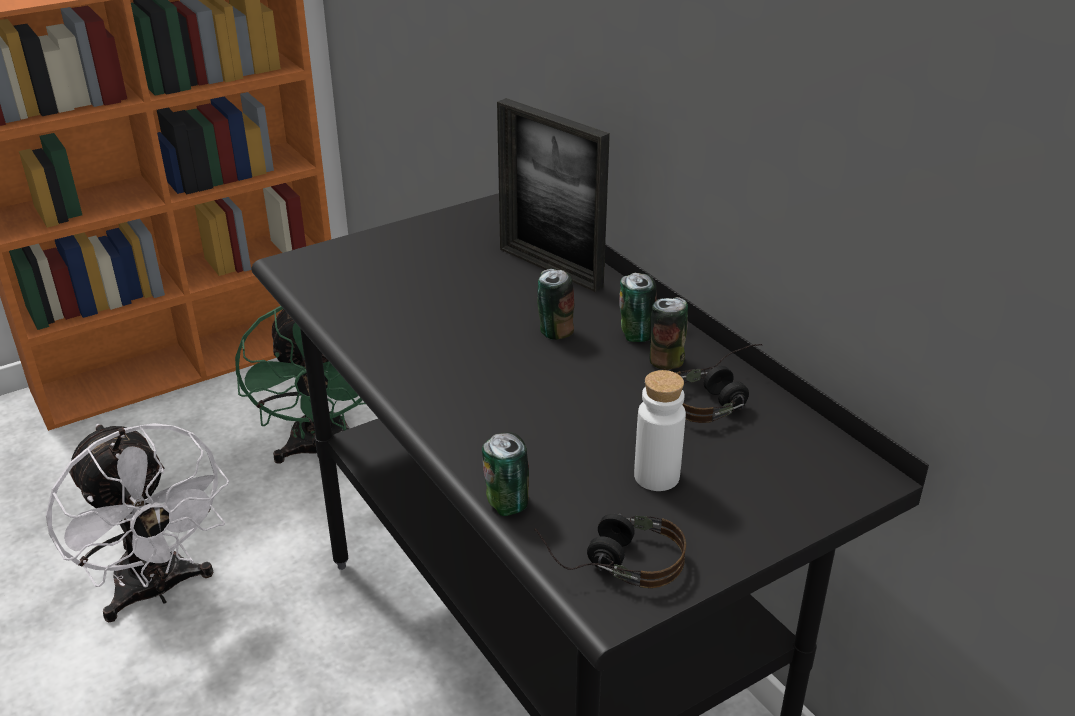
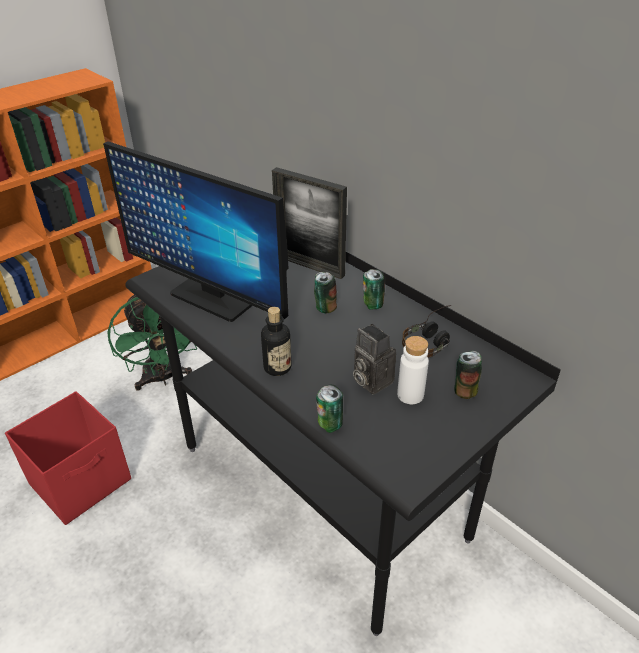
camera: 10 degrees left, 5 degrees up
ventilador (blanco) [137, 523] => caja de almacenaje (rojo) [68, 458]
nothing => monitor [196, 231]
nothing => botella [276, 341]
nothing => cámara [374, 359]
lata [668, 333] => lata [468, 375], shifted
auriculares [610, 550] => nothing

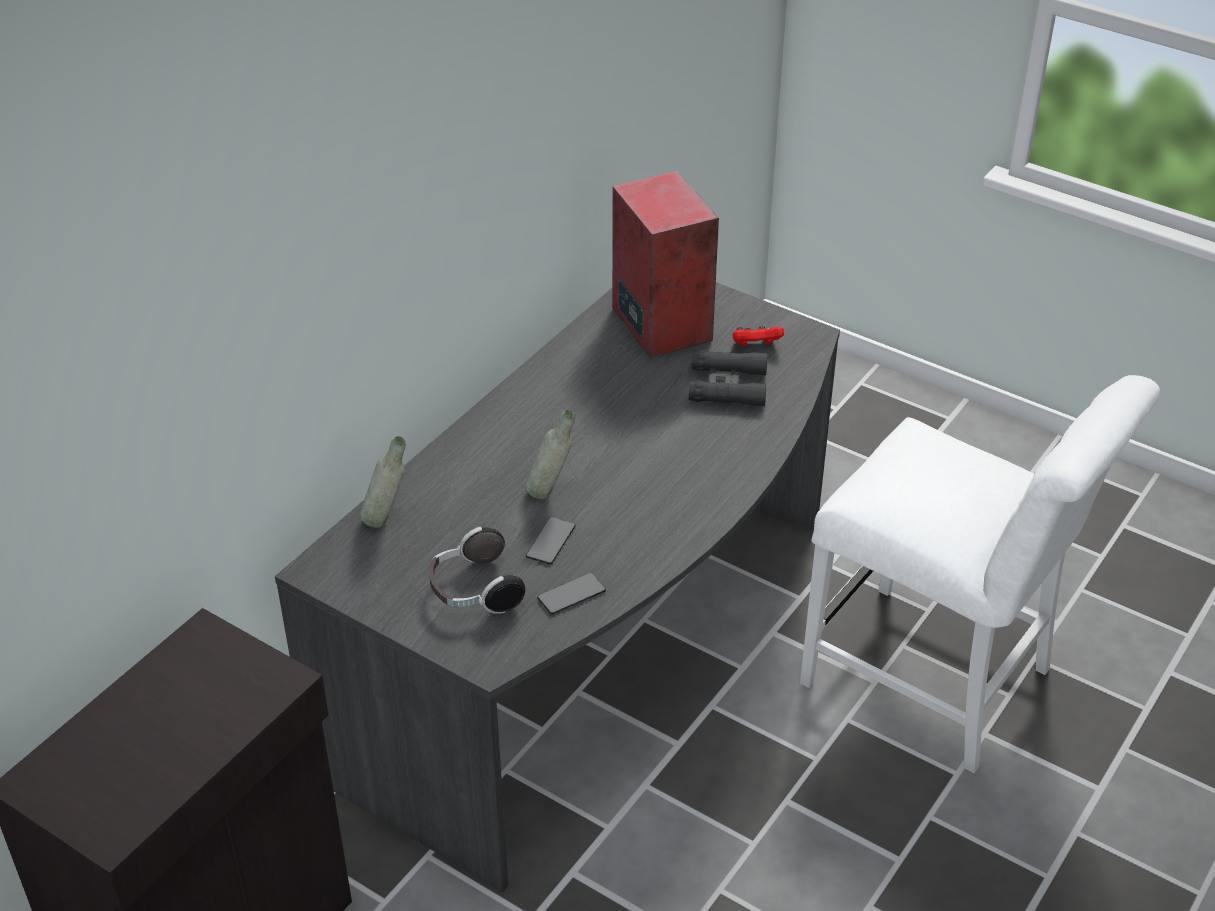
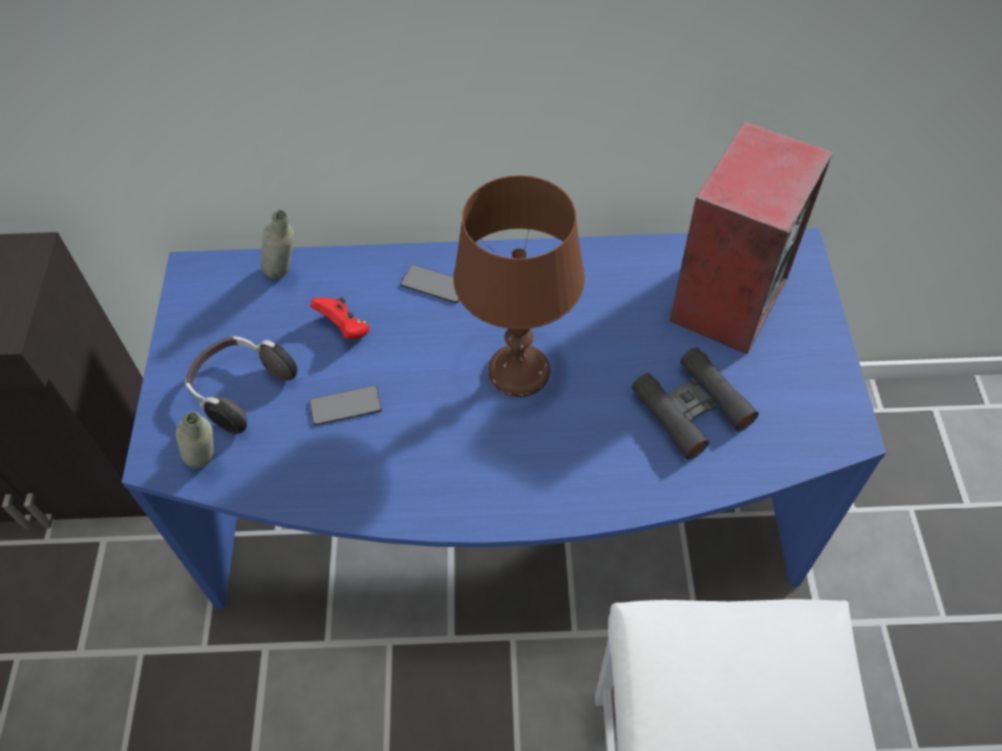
camera: 55 degrees right, 15 degrees up
escritorio (gris) [557, 587] => escritorio (azul) [504, 418]
botella (gris) [550, 454] => botella (gris) [195, 439], shifted
mando de consola (rojo) [758, 336] => mando de consola (rojo) [340, 318], shifted
móvil [571, 594] => móvil [429, 284], shifted
nothing => lámpara de mesa (marrón) [519, 286]

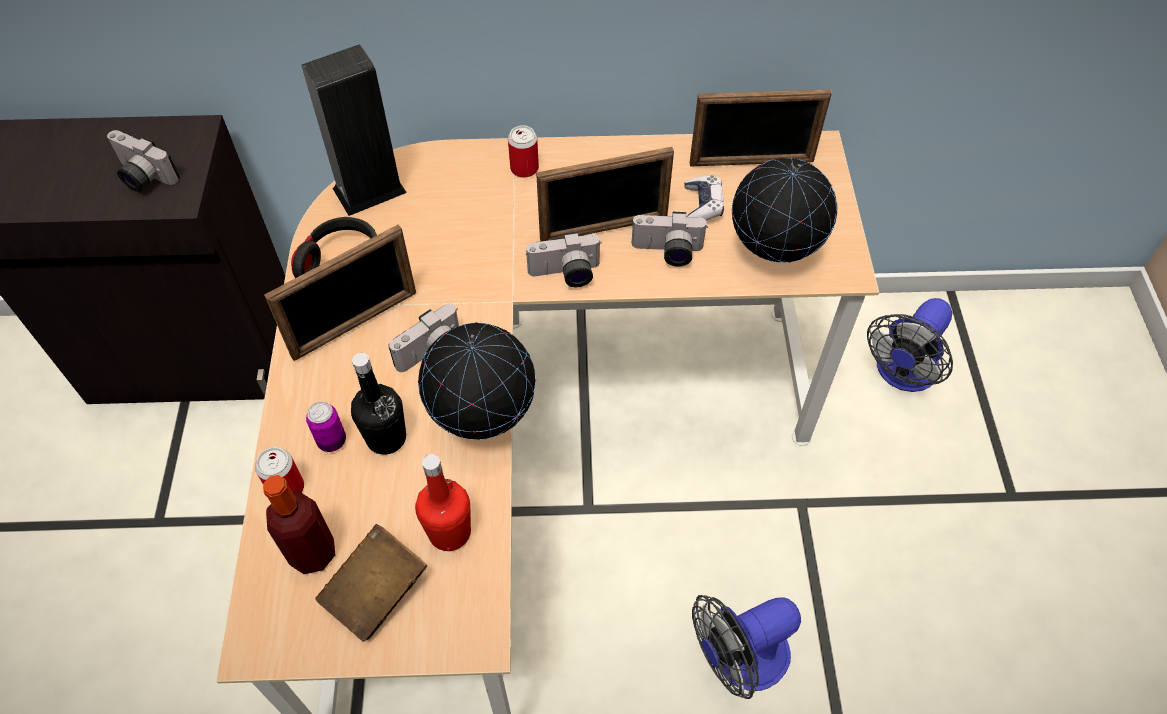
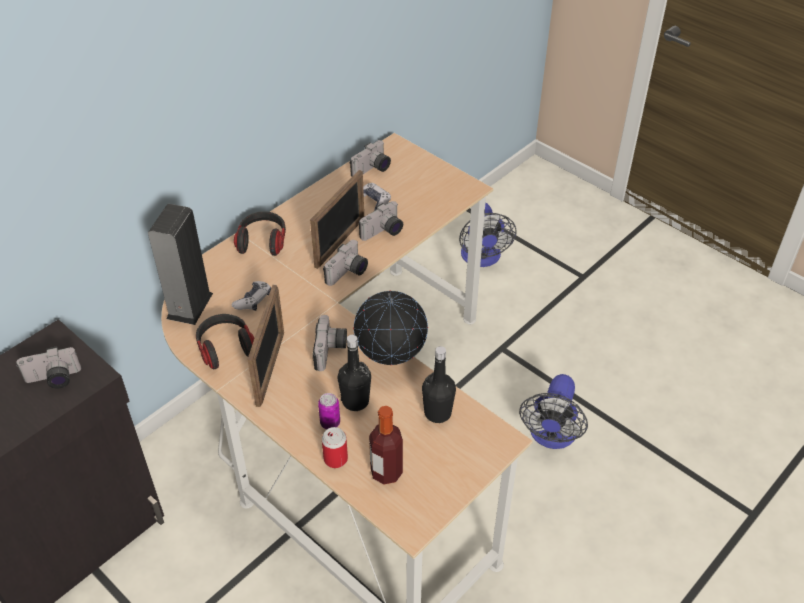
camera: 45 degrees left, 10 degrees down
nothing => mando de consola [251, 296]
lata [523, 151] => auriculares [260, 233]
portarretratos [761, 128] => cámara [370, 158]
botella (rojo) [443, 502] => botella (negro) [439, 384]
libro (marrón) [371, 583] => nothing
globo terráqueo [785, 210] => nothing

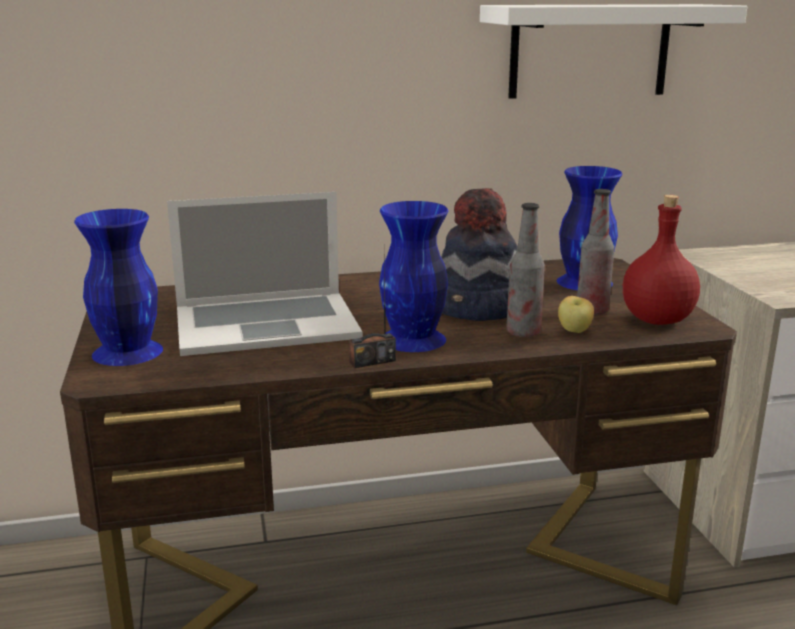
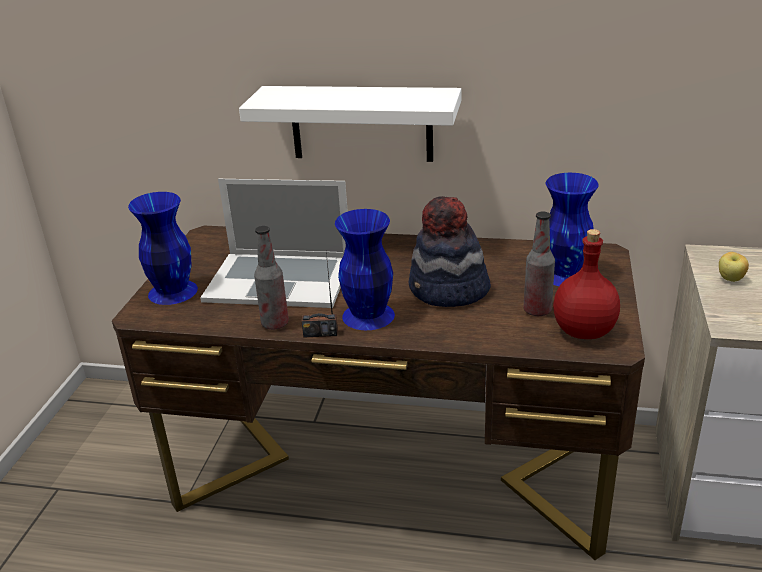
camera: 25 degrees right, 10 degrees up
estante (blanco) [613, 51] => estante (blanco) [350, 124], shifted
botella [525, 270] => botella [271, 278], shifted
manzana [576, 314] => manzana [734, 267], shifted

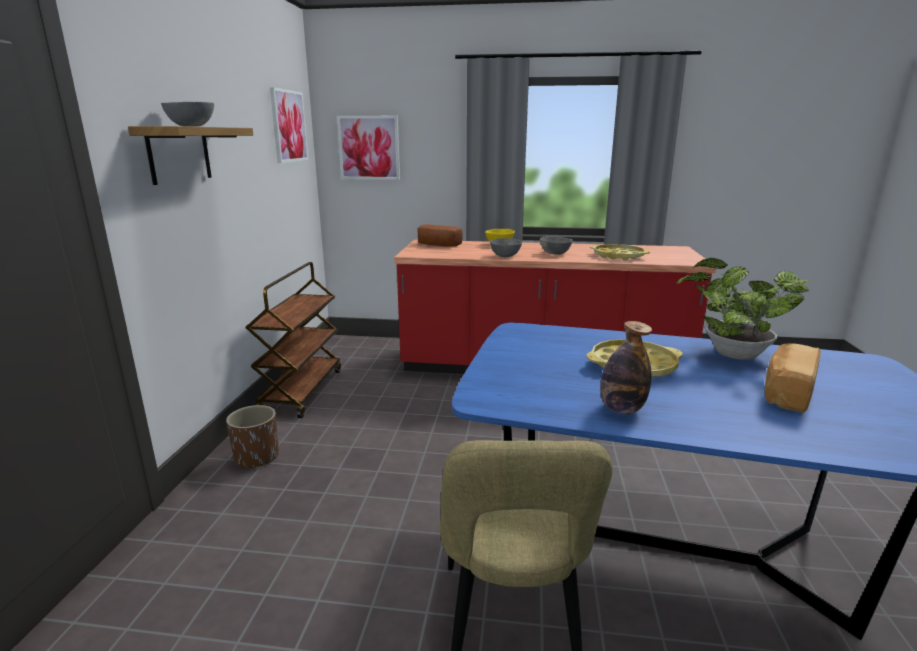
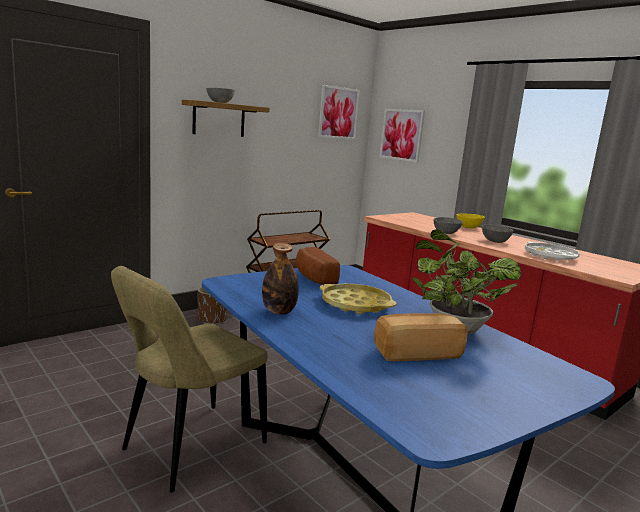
camera: 40 degrees right, 5 degrees down
pan [440, 236] => pan [318, 266], shifted
bandeja (amarillo) [620, 252] => bandeja (blanco) [552, 251]

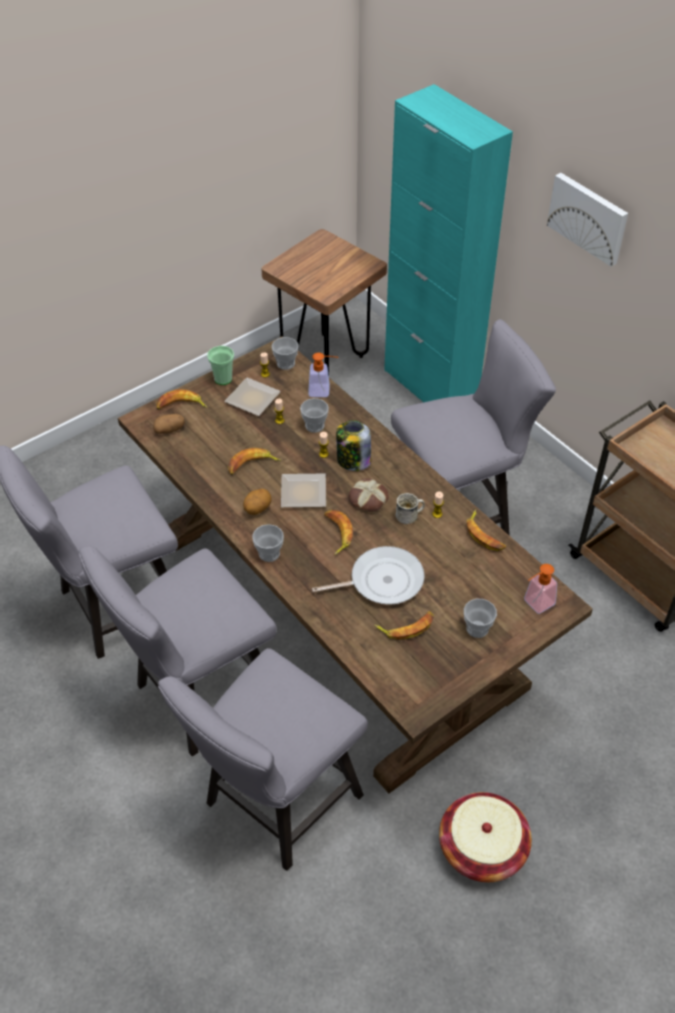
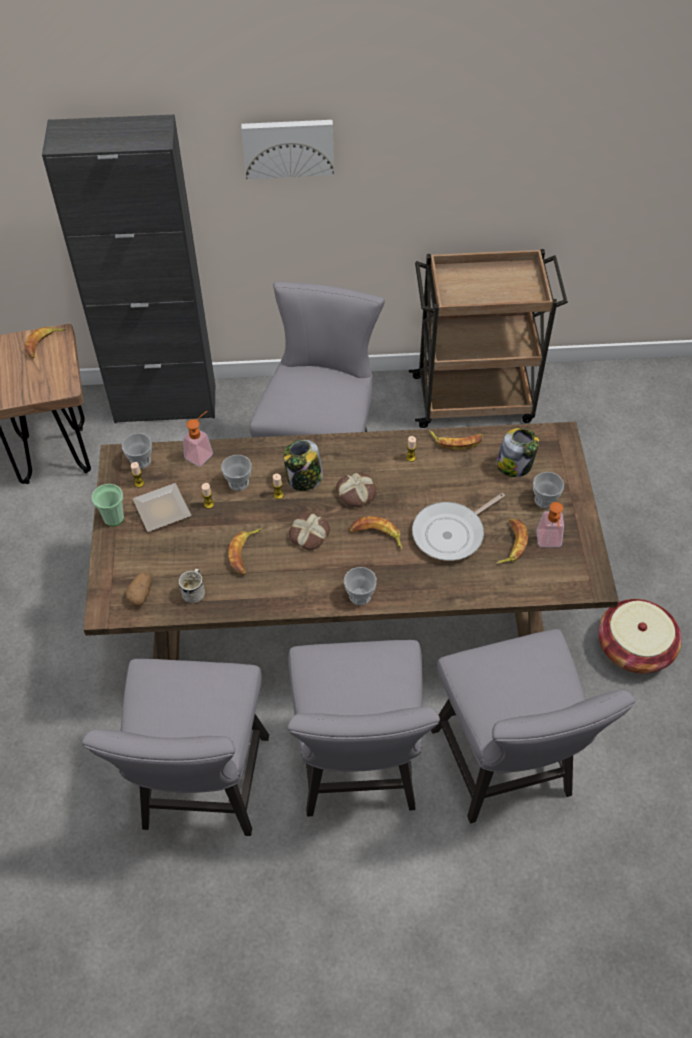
camera: 55 degrees left, 5 degrees up
plátano [181, 399] => plátano [45, 342], shifted
armario (turquesa) [448, 243] => armario (negro) [128, 268]
taza grande (blanco) [410, 508] => taza grande (blanco) [192, 586], shifted
plato [303, 491] => pan [309, 531]
sartén [368, 575] => sartén [458, 527], 150 degrees counterclockwise
nothing => tarro [517, 452]
dispensador de jabón [540, 589] => dispensador de jabón [550, 524], shifted
patata [257, 502] => nothing

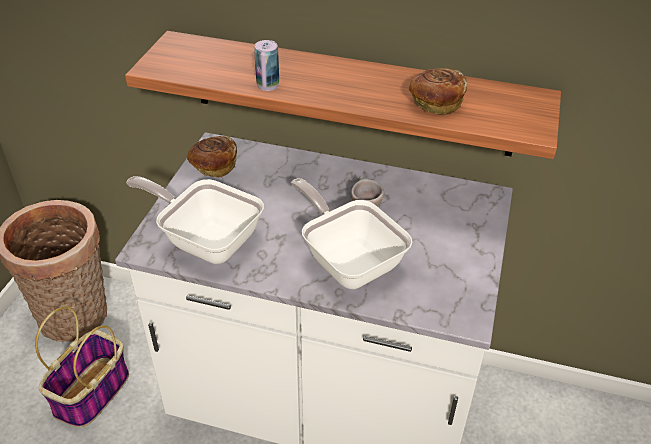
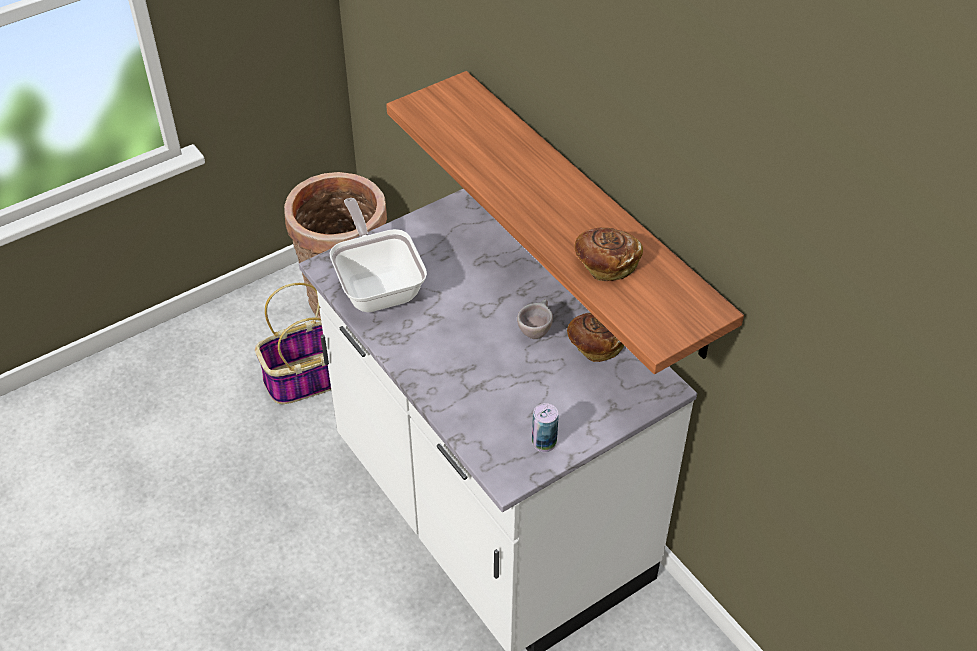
camera: 40 degrees right, 5 degrees up
lata [266, 65] => lata [545, 427], shifted
pan [212, 156] => pan [595, 337], shifted
sartén [351, 233] => nothing

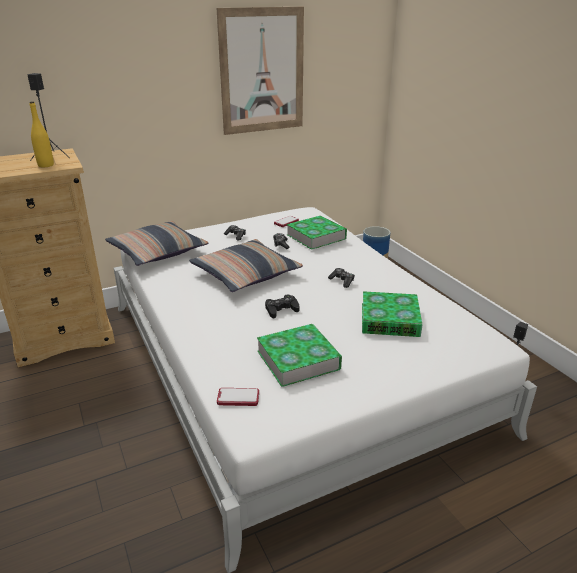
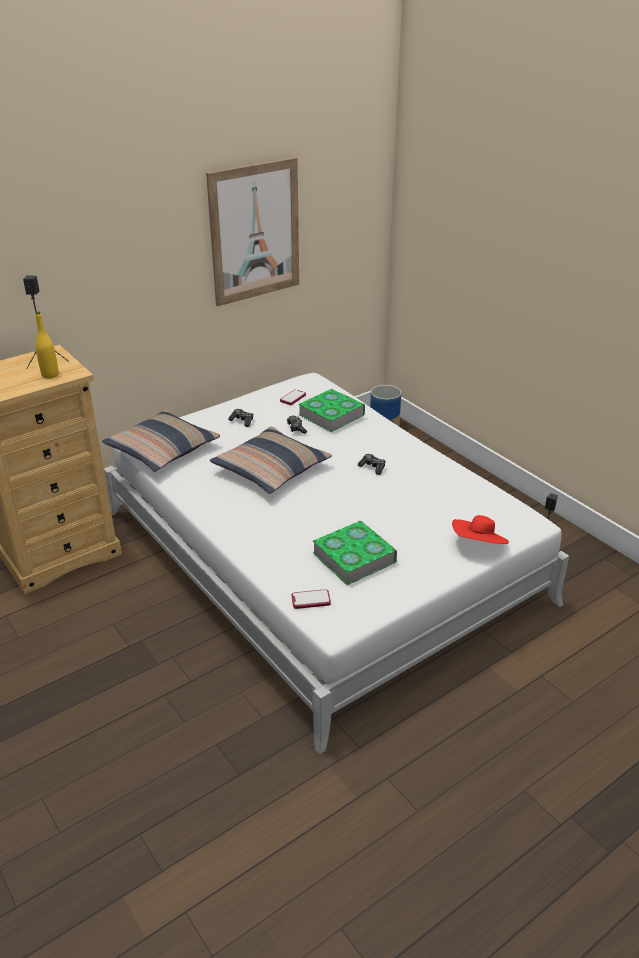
camera: 10 degrees left, 5 degrees up
nothing => sombrero (rojo) [480, 529]
mando de consola (negro) [282, 306] => nothing
libro [392, 314] => nothing

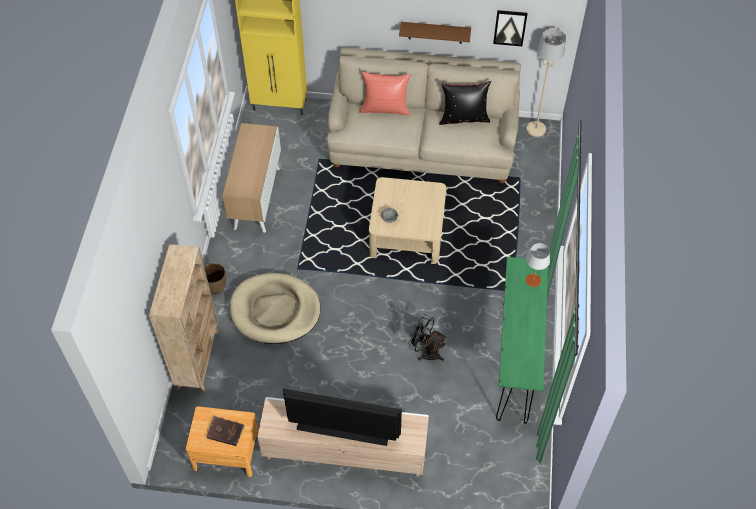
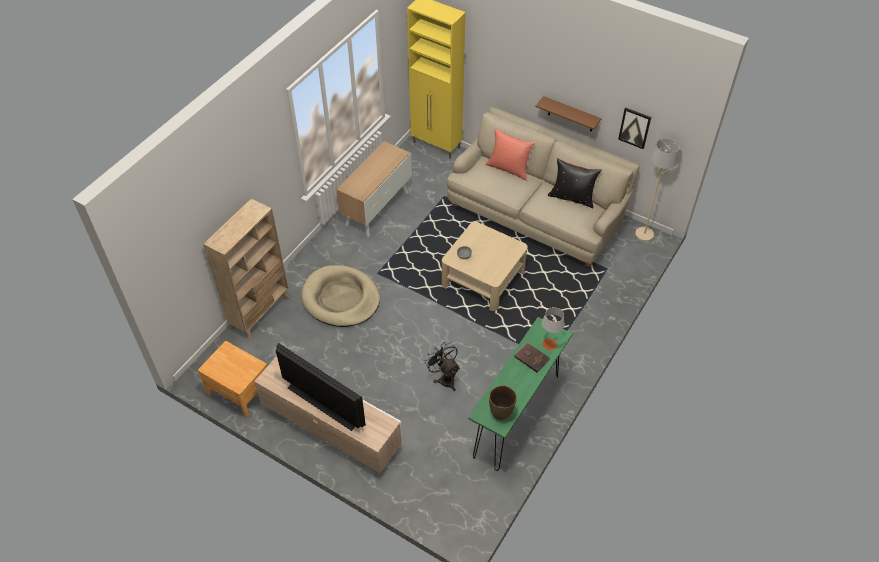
camera: 25 degrees right, 5 degrees down
florero (marrón) [215, 279] => florero (marrón) [503, 402], shifted
libro (marrón) [225, 431] => libro (marrón) [532, 357], shifted

